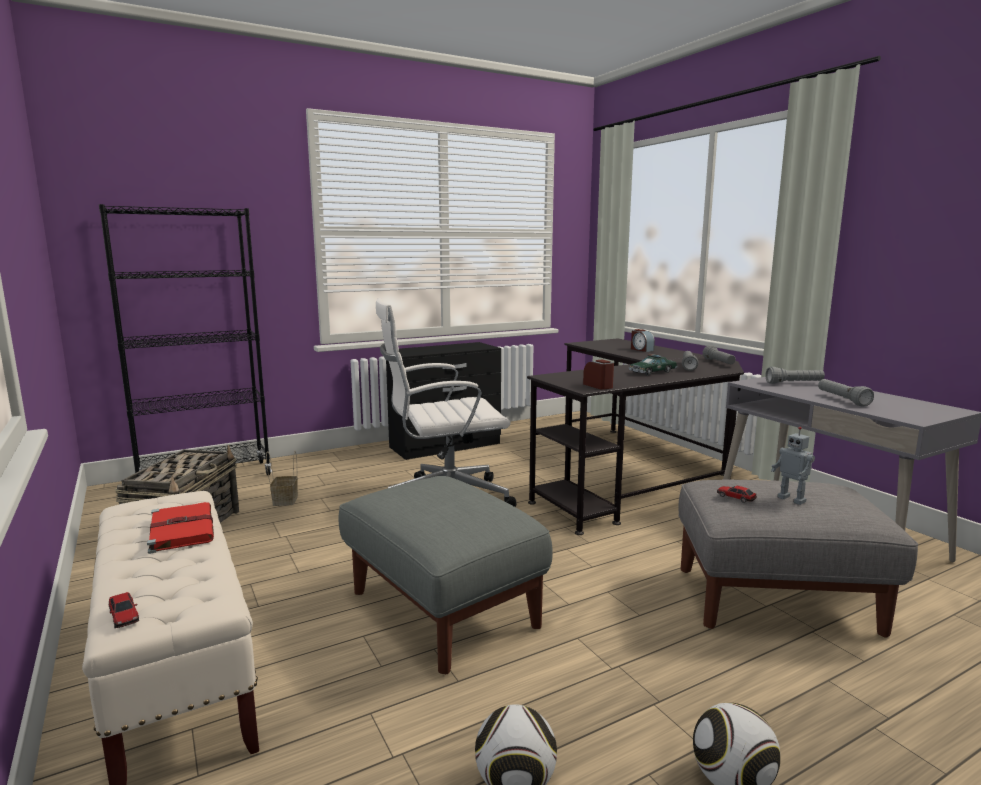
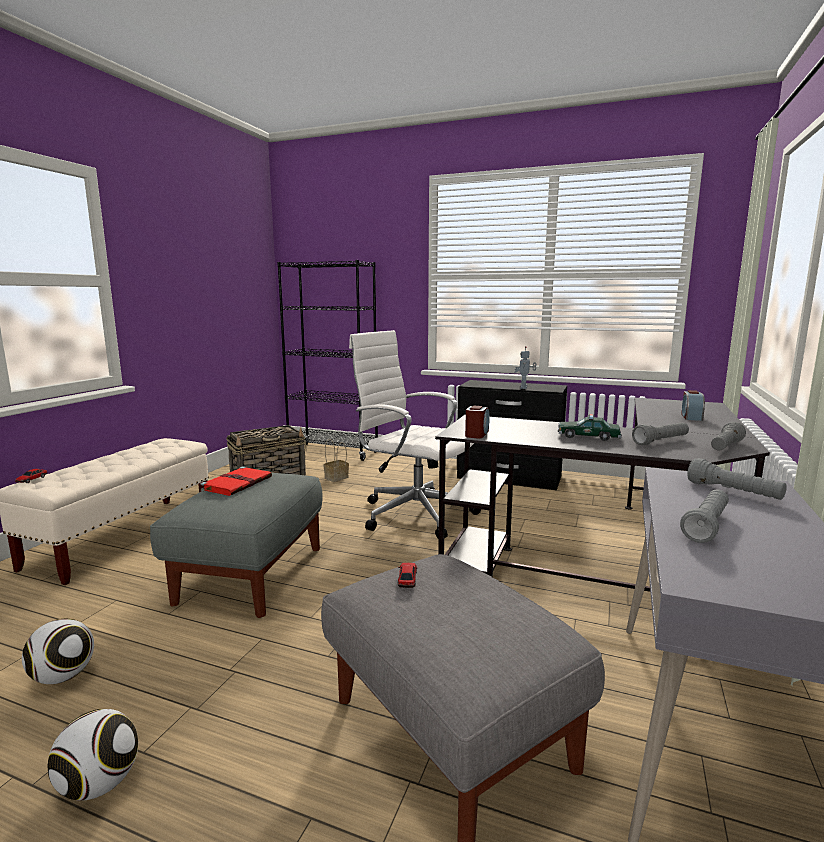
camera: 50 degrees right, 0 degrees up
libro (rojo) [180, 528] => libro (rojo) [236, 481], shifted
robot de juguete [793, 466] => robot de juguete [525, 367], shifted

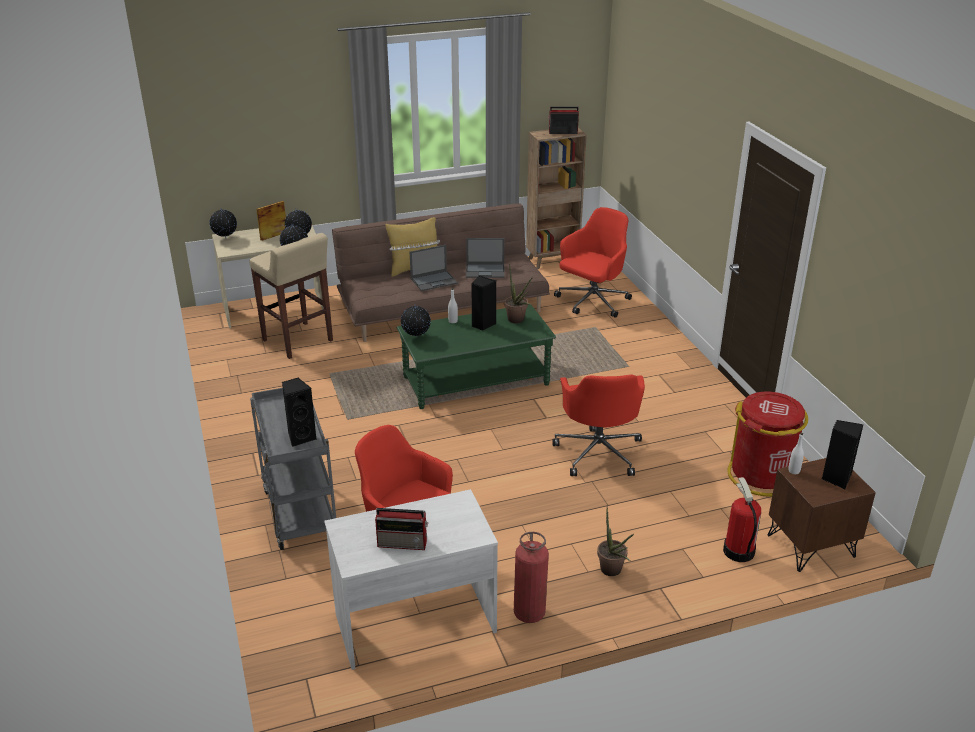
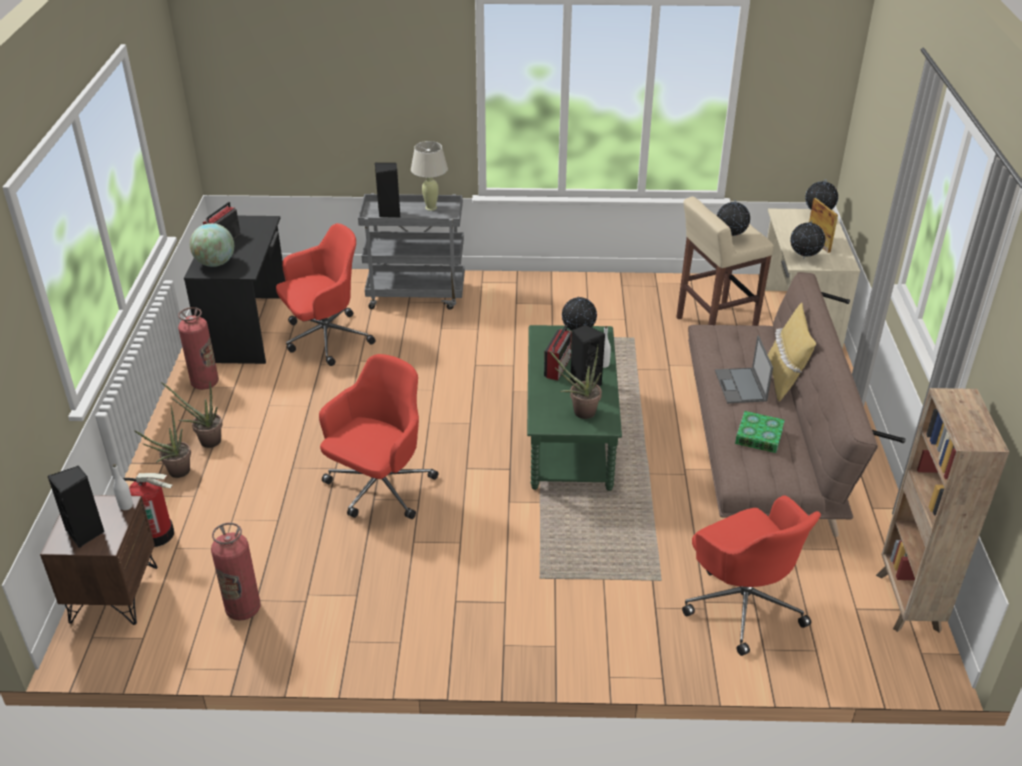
camera: 110 degrees right, 5 degrees up
nothing => planta en maceta [162, 441]
escritorio (blanco) [411, 579] => escritorio (negro) [234, 290]
nothing => globo terráqueo [212, 245]
papelera (rojo) [767, 444] => extintor [235, 572]
silla de oficina (rojo) [598, 425] => silla de oficina (rojo) [378, 436], 105 degrees clockwise
nothing => lámpara de mesa (beis) [429, 176]
radio [563, 120] => radio [558, 352], shifted
portátil [485, 258] => libro [760, 432]

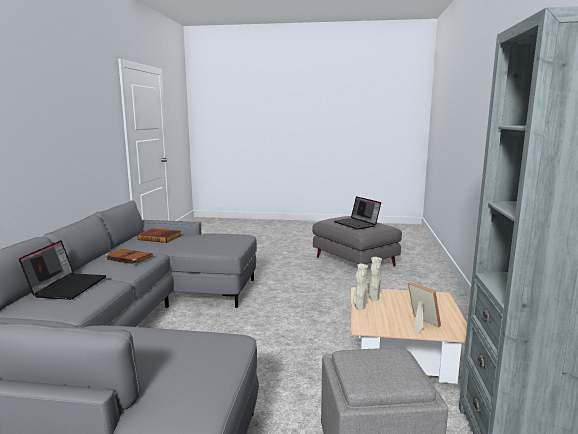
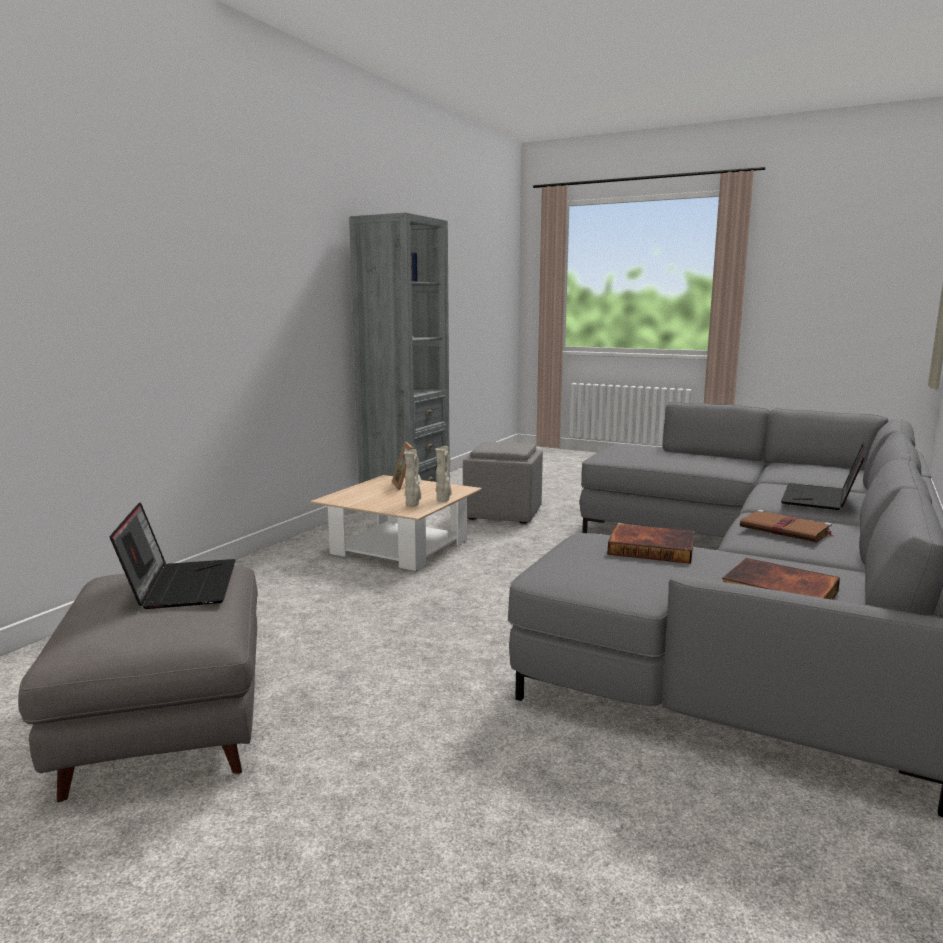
camera: 160 degrees left, 0 degrees up
nothing => libro [651, 544]

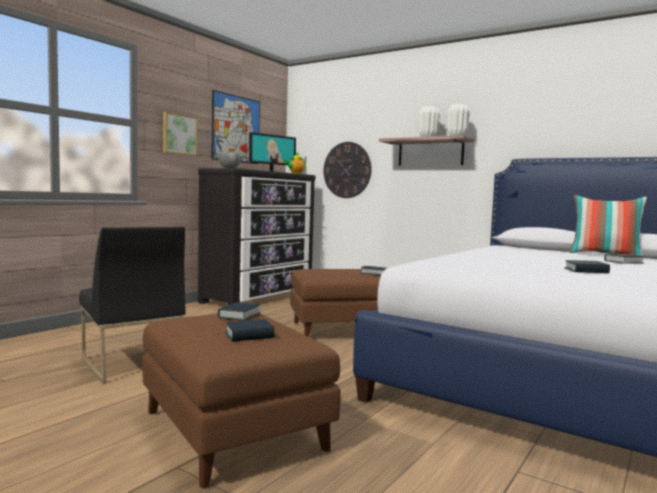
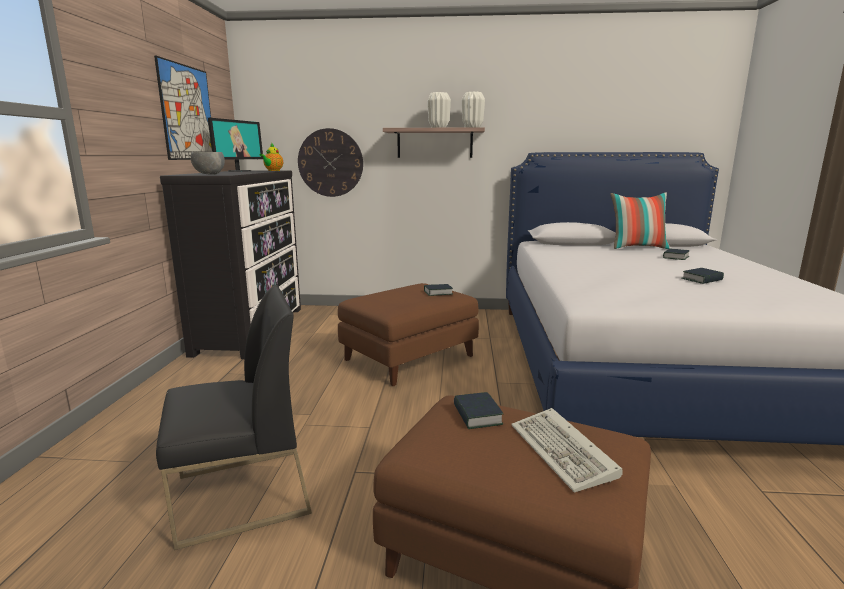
camera: 30 degrees left, 10 degrees up
silla (negro) [132, 305] => silla (negro) [234, 417], 45 degrees counterclockwise
libro [250, 330] => teclado [567, 450]
cuadro [180, 134] => nothing

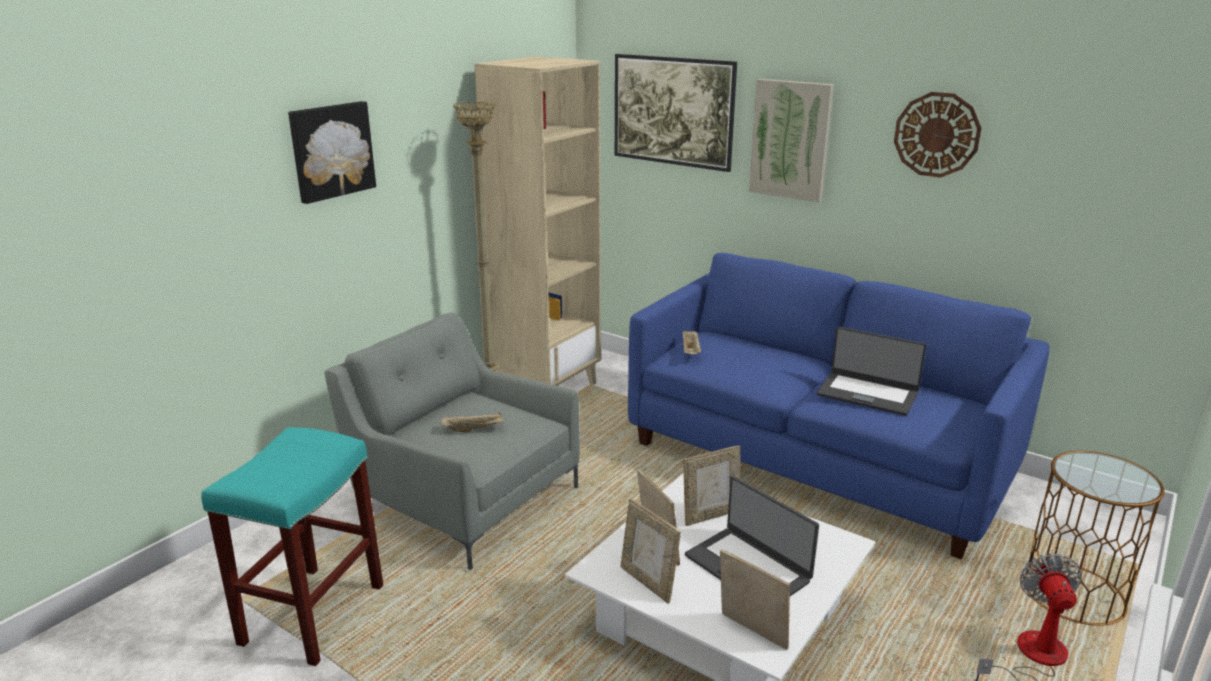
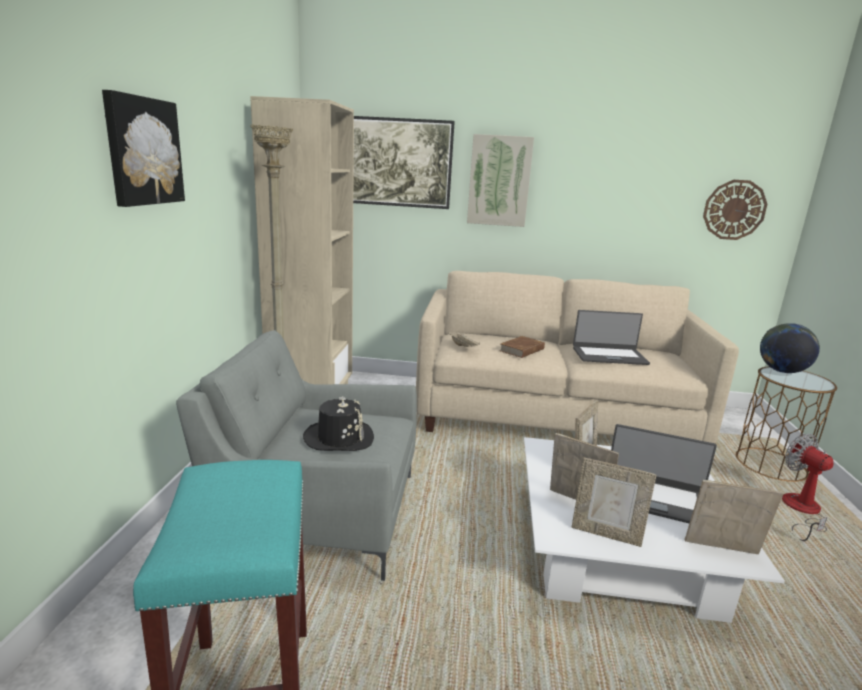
camera: 30 degrees left, 5 degrees down
bandeja (beis) [472, 422] => sombrero (negro) [338, 424]
sofá (azul) [839, 406] => sofá (beis) [577, 357]
nothing => libro (marrón) [522, 347]
reloj de pared [938, 135] => reloj de pared [735, 210], shifted
nothing => globo terráqueo [790, 348]

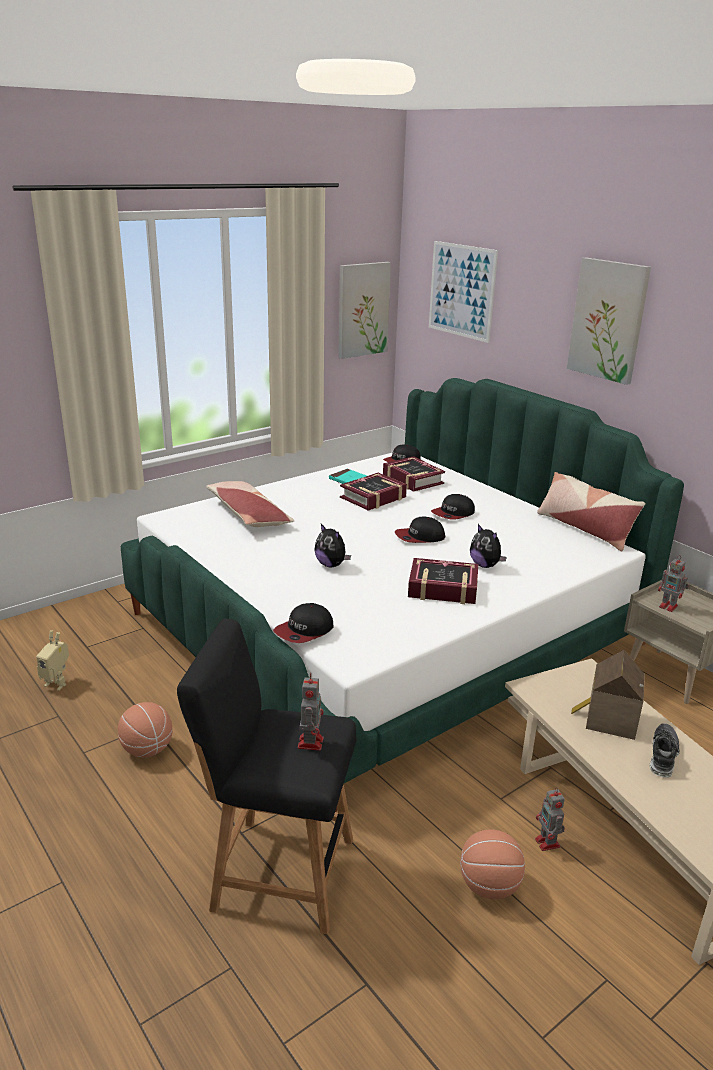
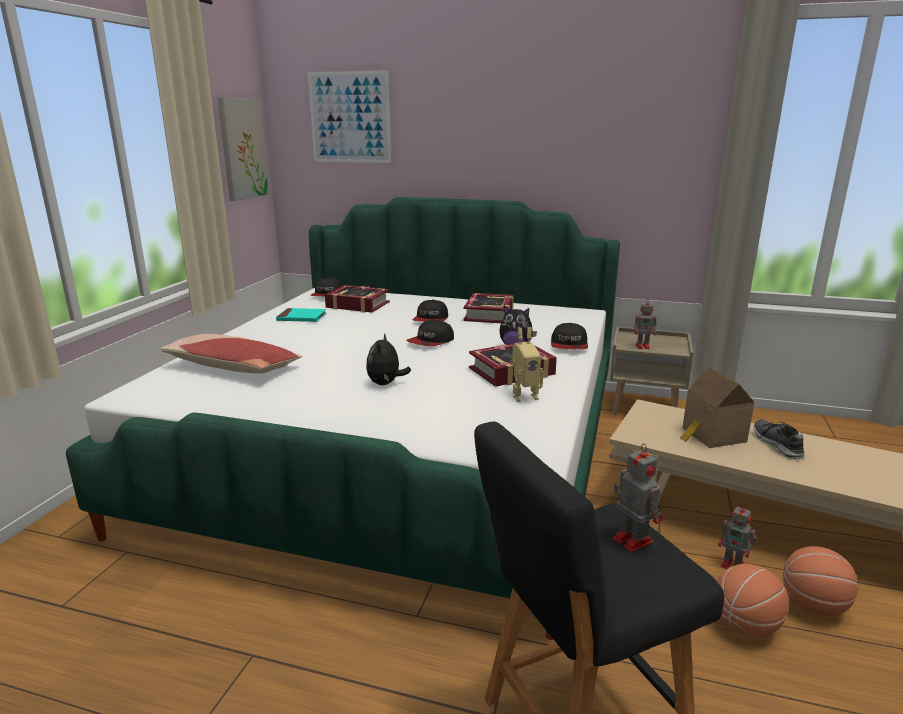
camera: 35 degrees left, 5 degrees down
peluche [332, 546] => peluche [388, 359], 90 degrees clockwise
libro [373, 492] => libro [488, 308], shifted
robot de juguete [52, 660] => robot de juguete [528, 364], shifted
gorra [303, 623] => gorra [569, 336], shifted
balón de baloncesto [145, 730] => balón de baloncesto [820, 581], shifted
cojín [591, 511] => nothing
cuadro [609, 321] => nothing

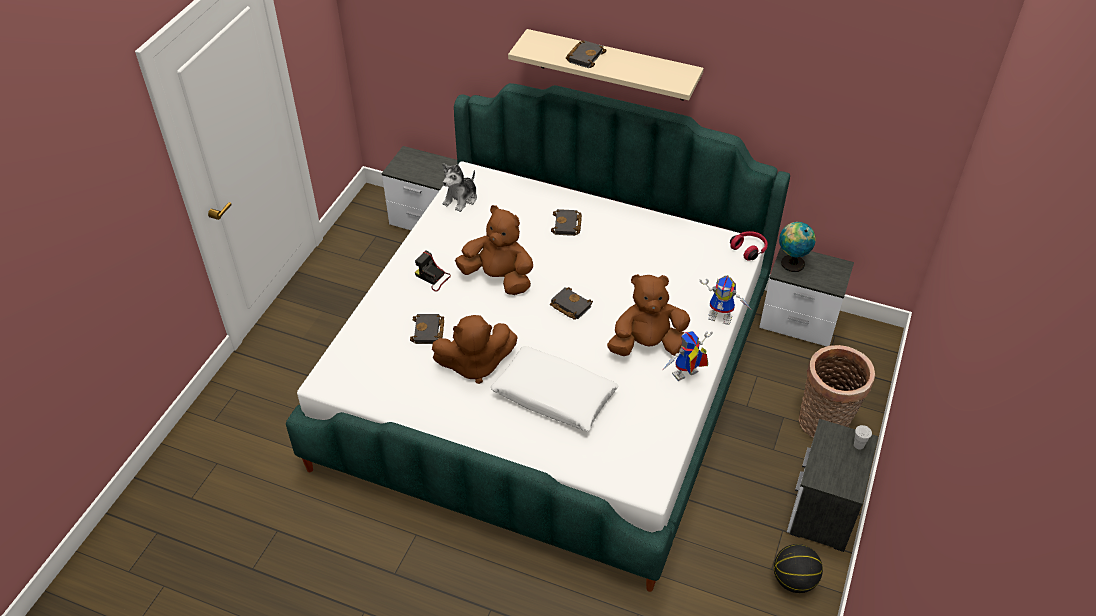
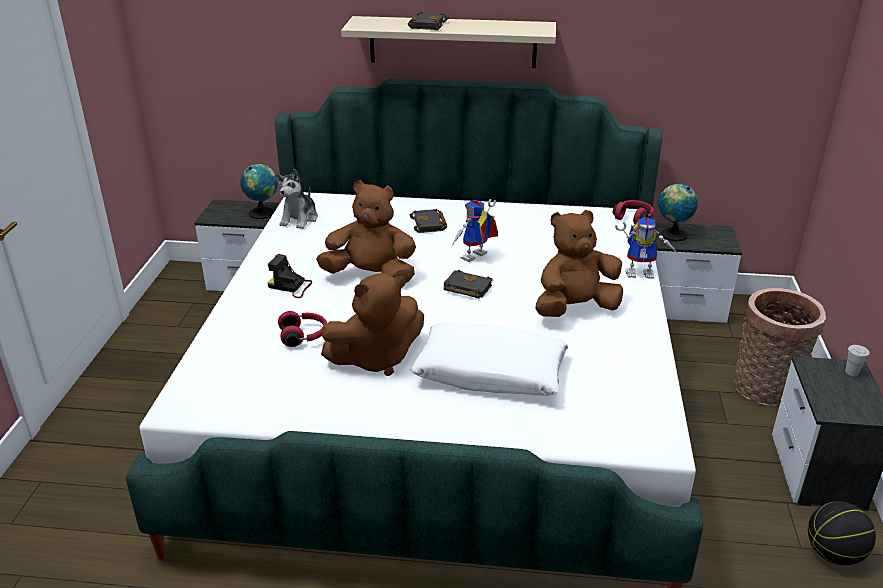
camera: 15 degrees left, 15 degrees down
nothing => globo terráqueo [259, 191]
libro (negro) [427, 329] => auriculares (rojo) [302, 329]
robot de juguete [687, 356] => robot de juguete [474, 230], shifted

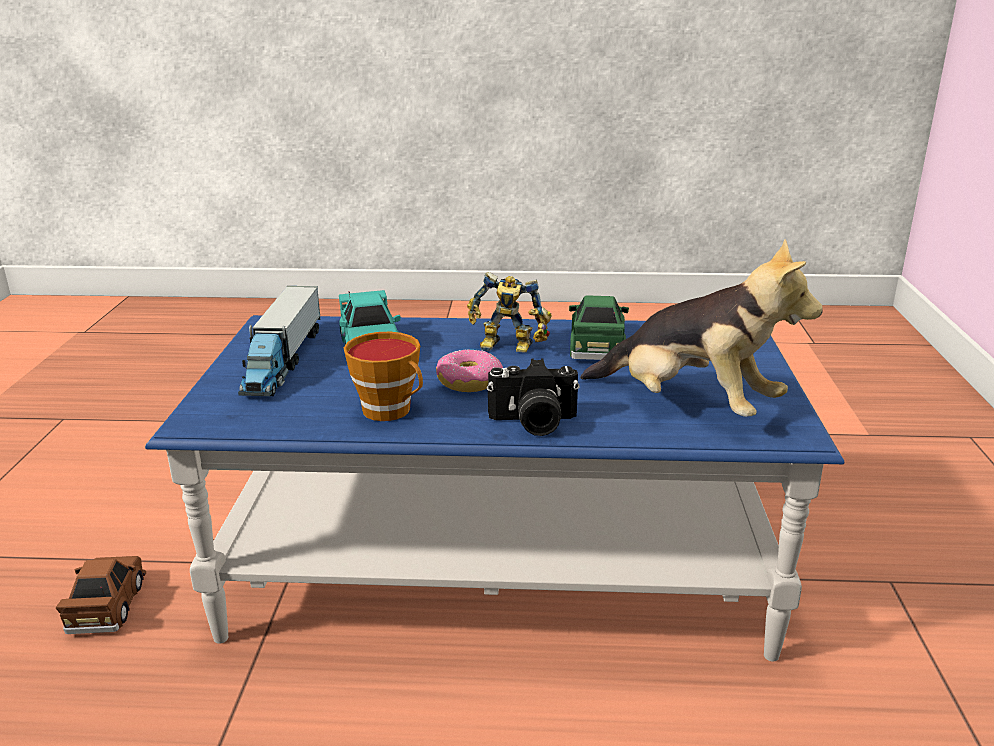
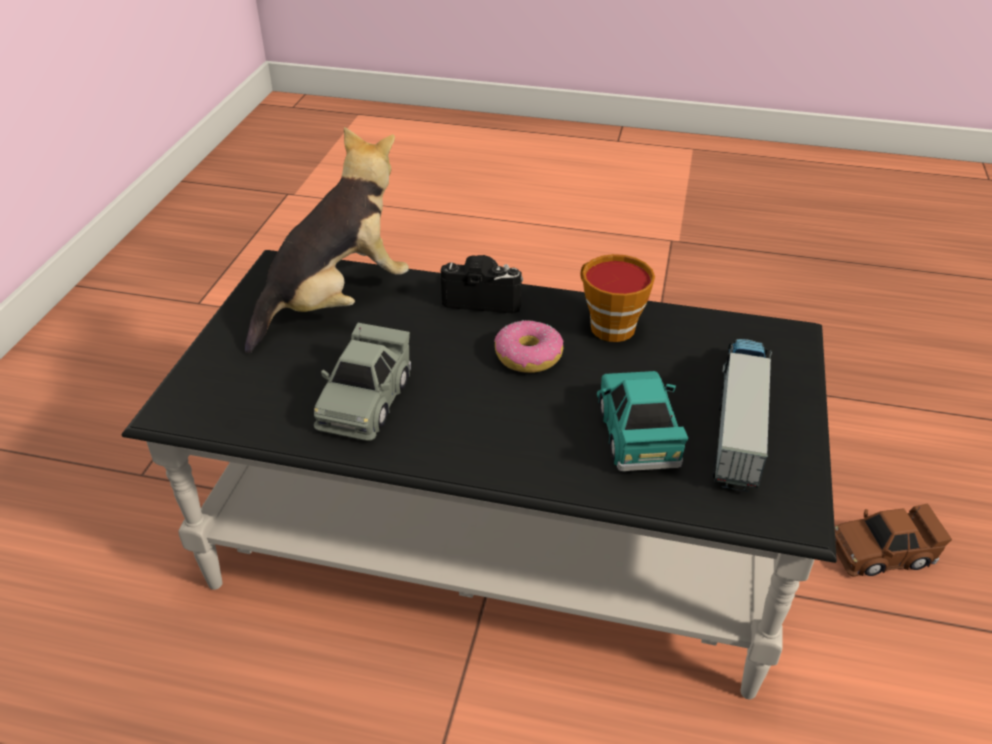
camera: 170 degrees left, 15 degrees up
mesa de centro (azul) [494, 488] => mesa de centro (negro) [479, 474]
peluche [701, 328] => peluche [327, 240], 90 degrees clockwise
coche de juguete (verde) [599, 327] => coche de juguete (gris) [362, 382]
coche de juguete (marrón) [101, 595] => coche de juguete (marrón) [893, 540], 75 degrees clockwise
robot de juguete [509, 312] => nothing

